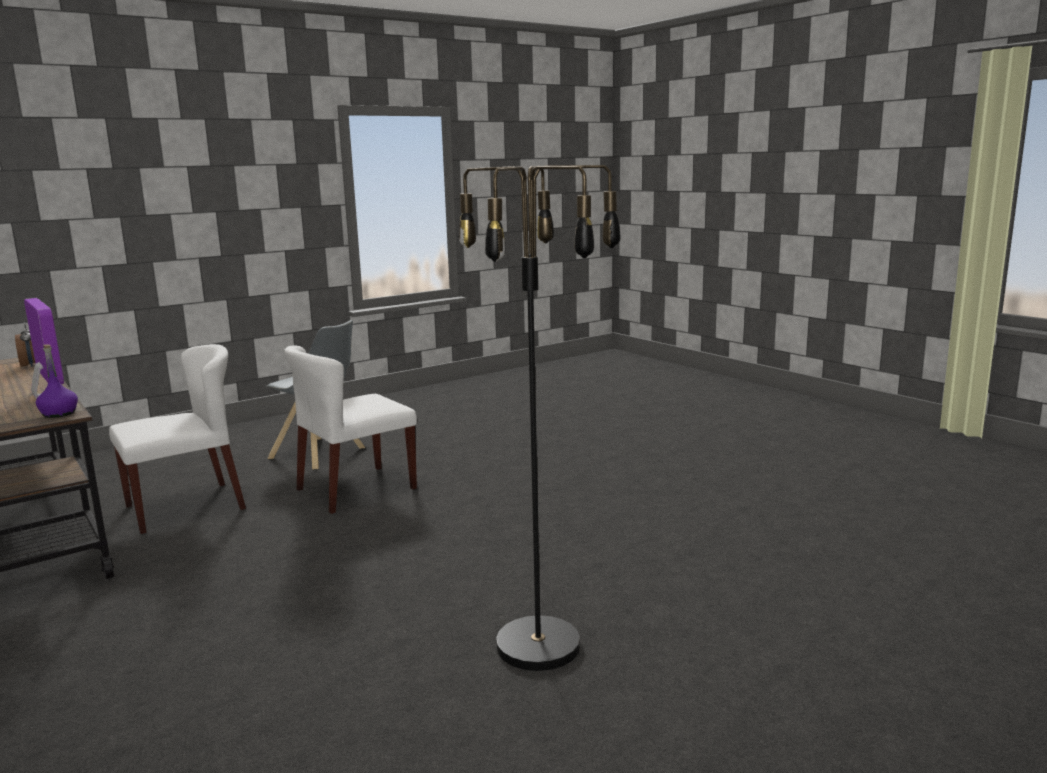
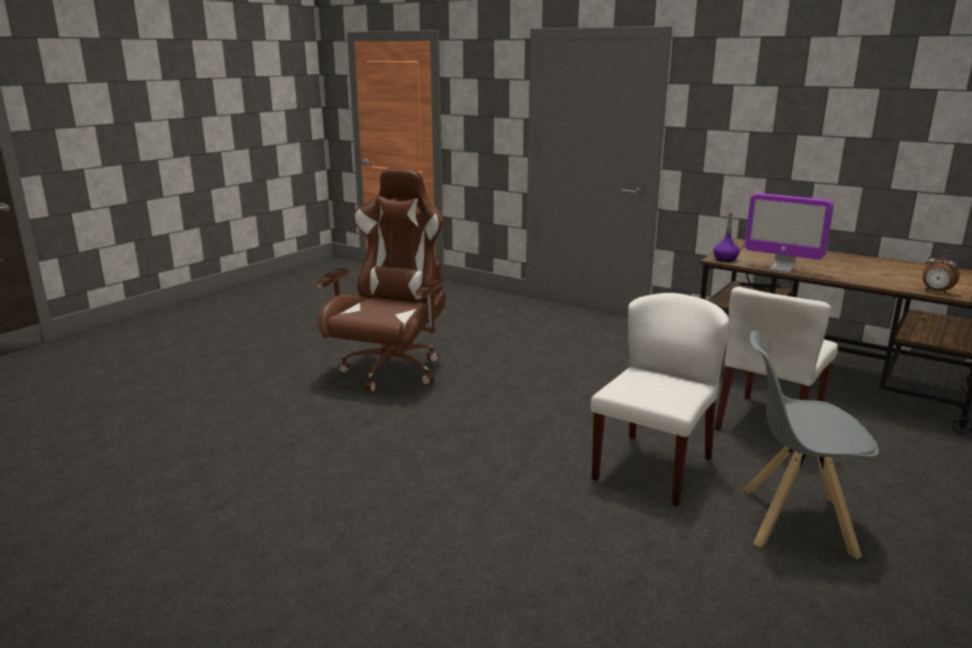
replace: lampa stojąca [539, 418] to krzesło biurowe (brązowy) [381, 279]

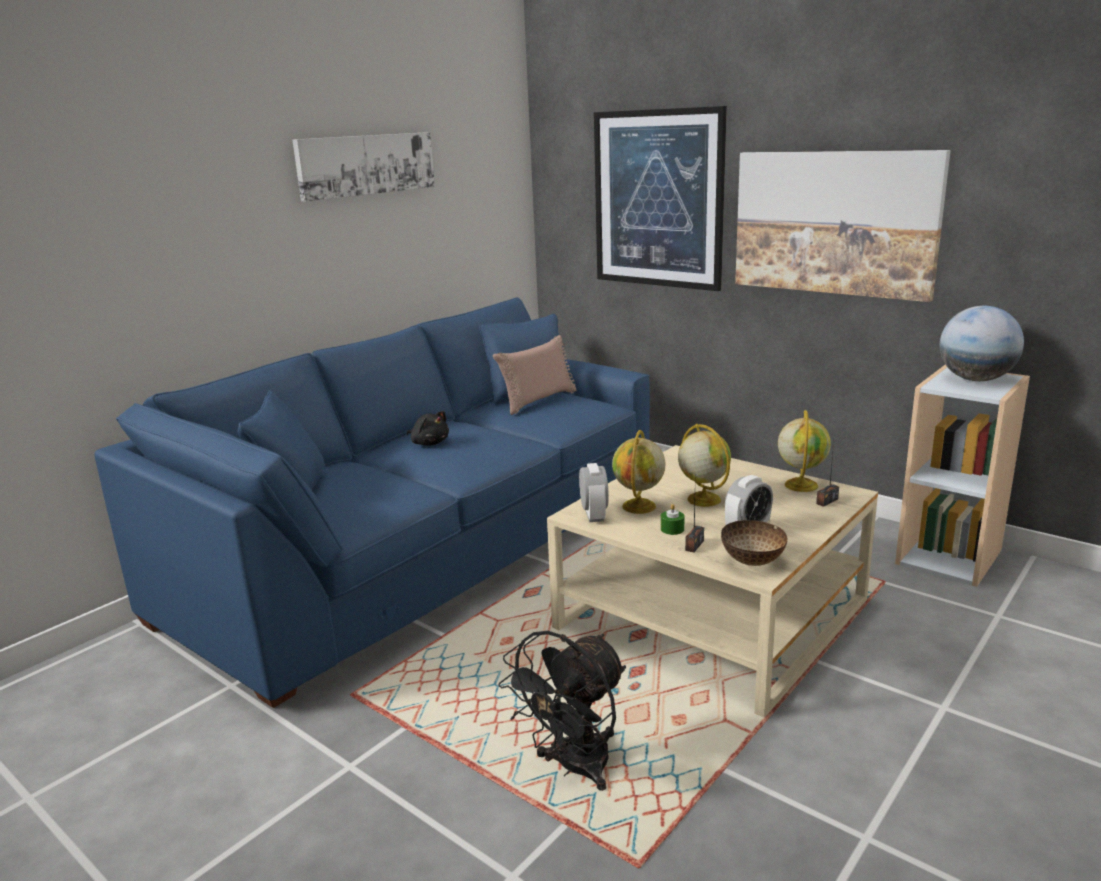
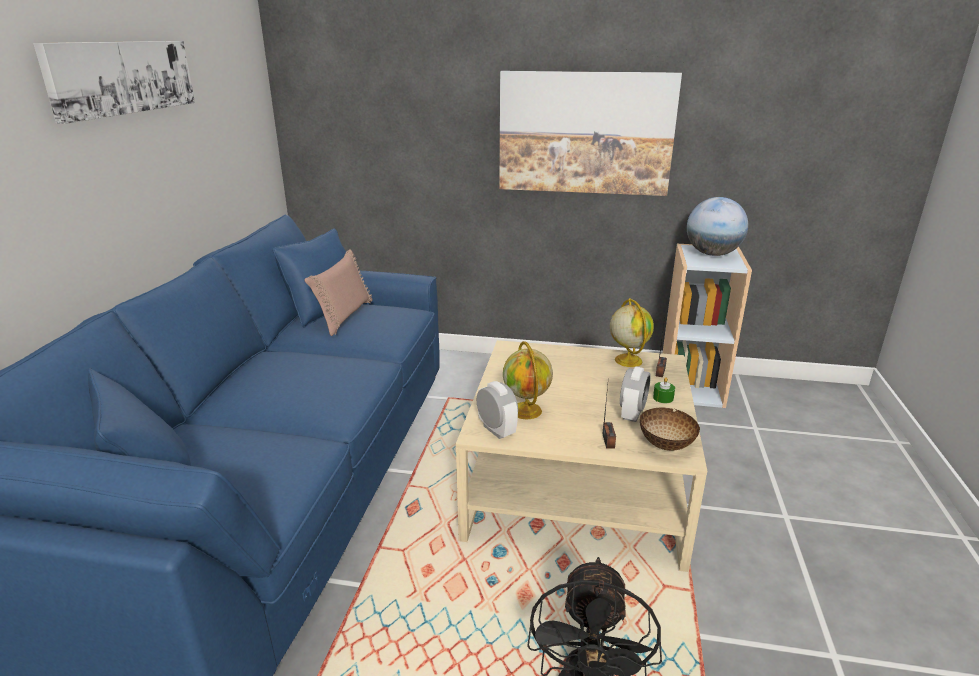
delete: pluszak (czarny) [428, 428]; obraz [660, 198]; globus [704, 465]
move: świeca (zielony) [672, 519] to [664, 390]

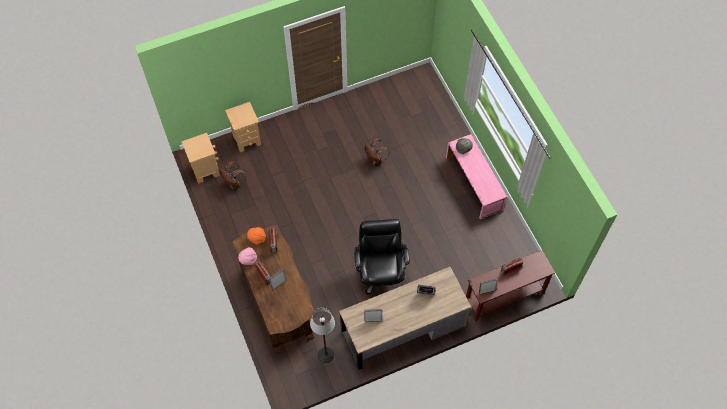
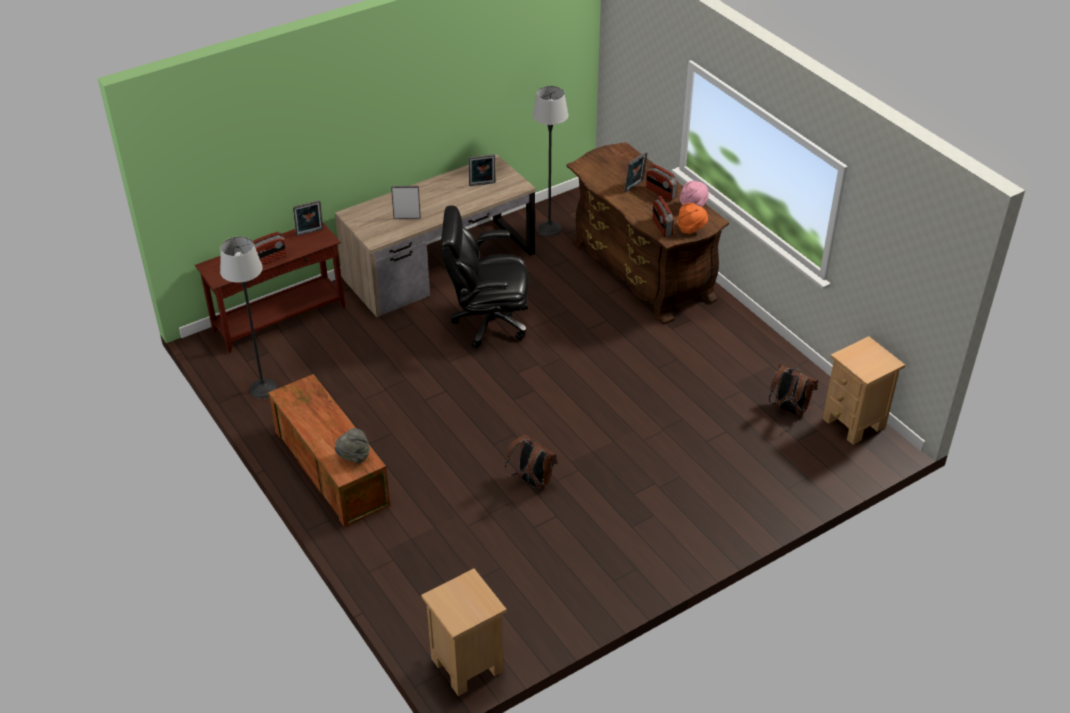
insert: lampa stojąca [248, 317]
move: szafka nocna (beżowy) [243, 127] to [464, 632]
recolor: ławka (różowy) [476, 176] to ławka (brązowy) [329, 450]
rotate: krzesło biurowe (czarny) [382, 256] = [485, 276] 105 degrees clockwise

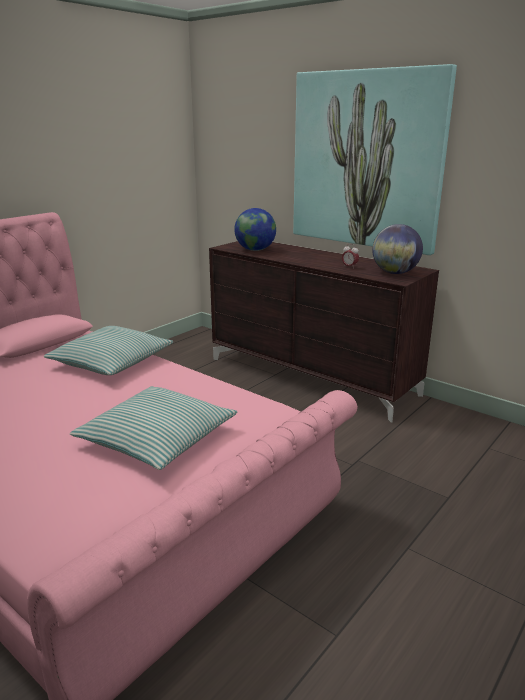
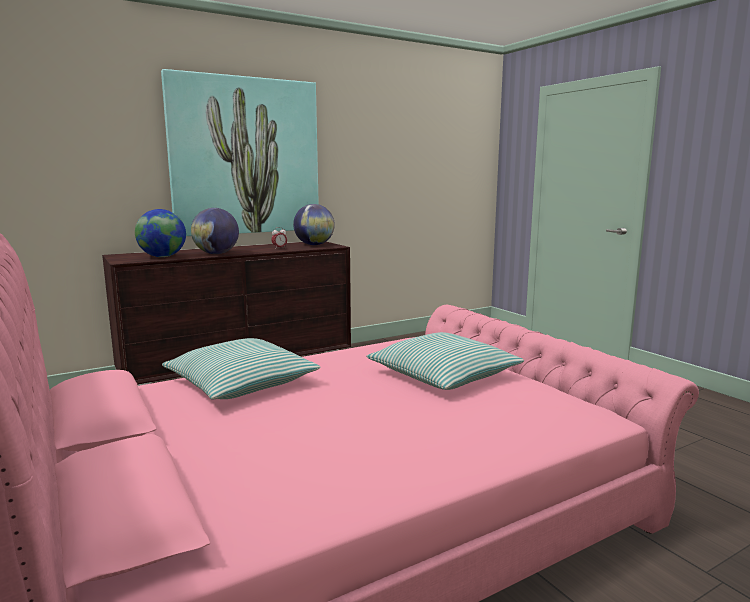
insert: globus [215, 231]

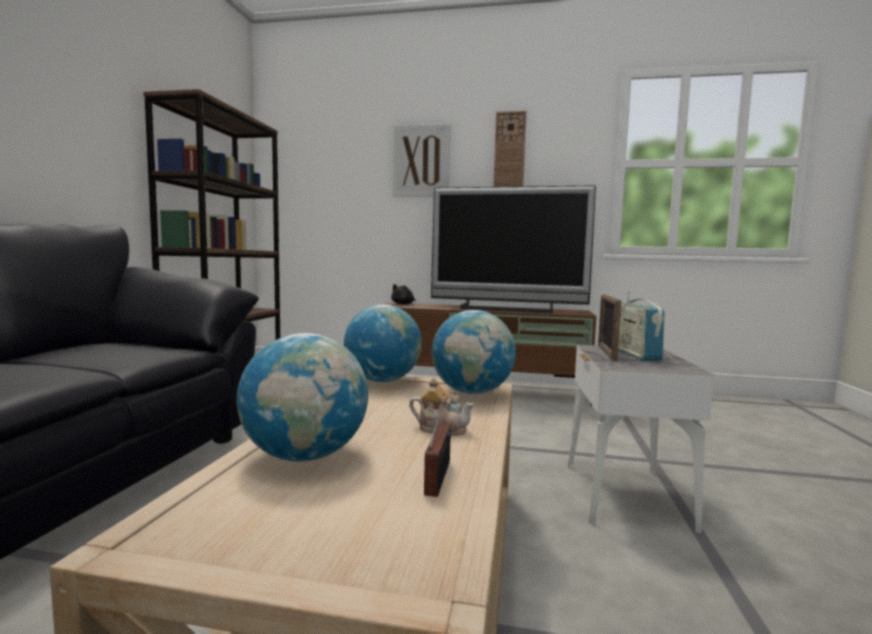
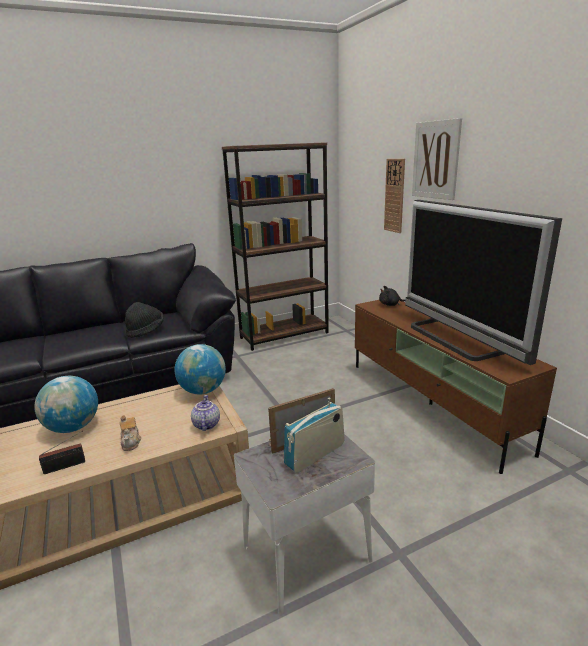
insert: kapelusz (czarny) [144, 320]
move: zegar ścienny [510, 149] to [394, 196]
replace: globus [474, 352] to imbryk [205, 413]

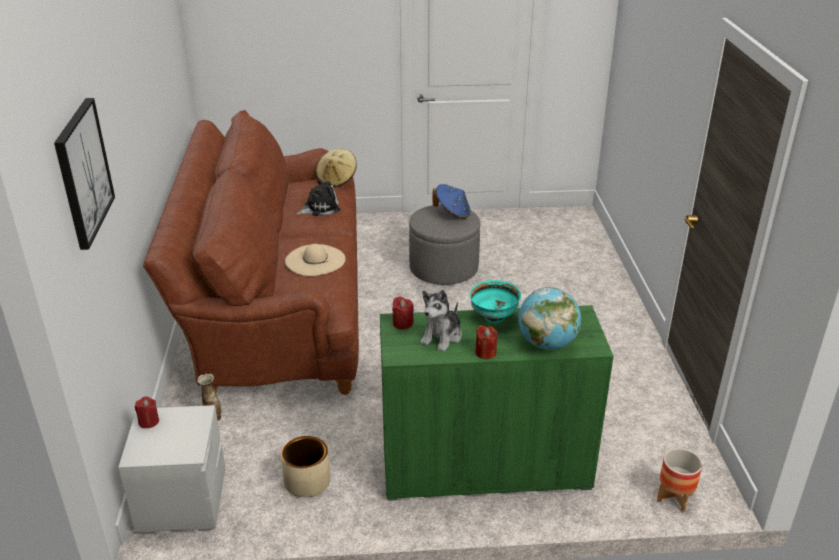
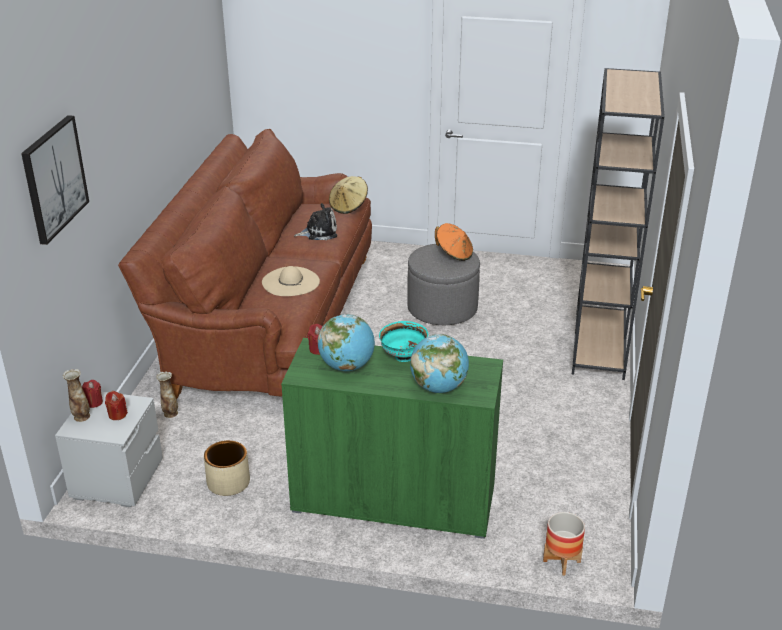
insert: wazon [76, 395]; regał [618, 224]
move: świeca (czerwony) [486, 342] to [116, 405]
replace: pluszak [441, 321] to globus [346, 342]
recolor: kapelusz (niebieski) [451, 201] to kapelusz (pomarańczowy) [454, 242]

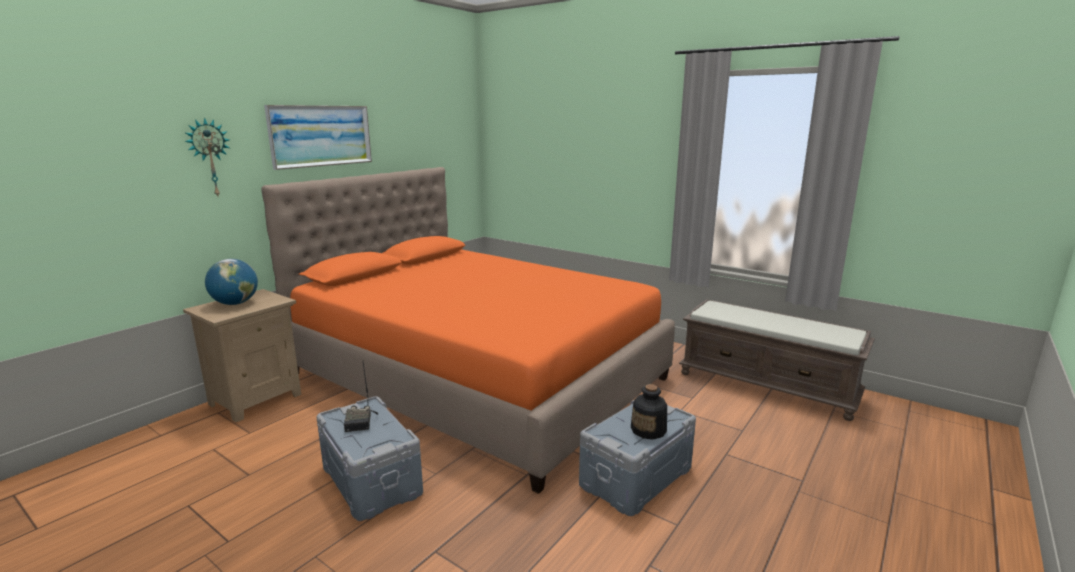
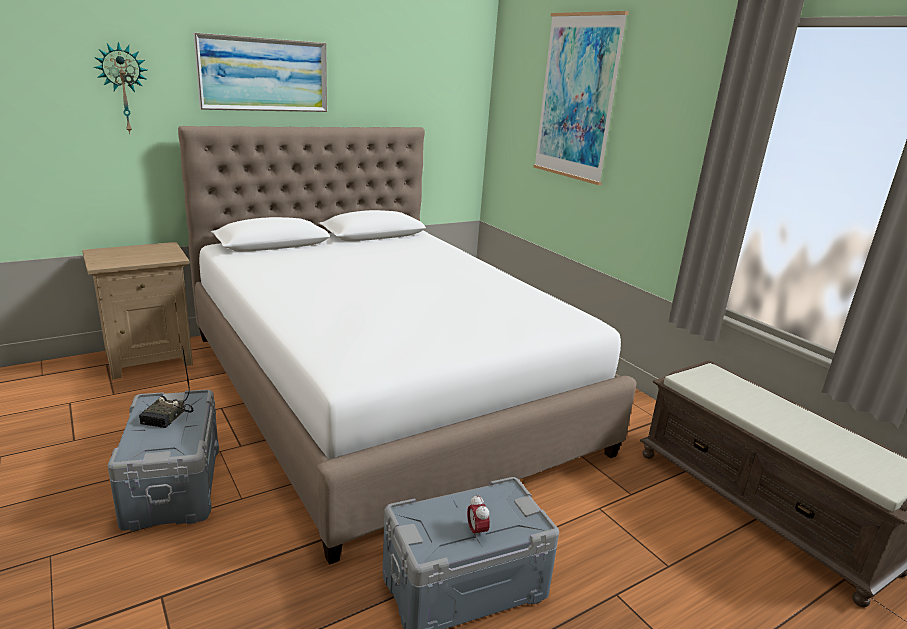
delete: globus [231, 282]
insert: obraz [581, 98]
replace: butelka [649, 412] to budzik [478, 517]
recolor: łóżko (pomarańczowy) [468, 330] to łóżko (biały) [407, 345]

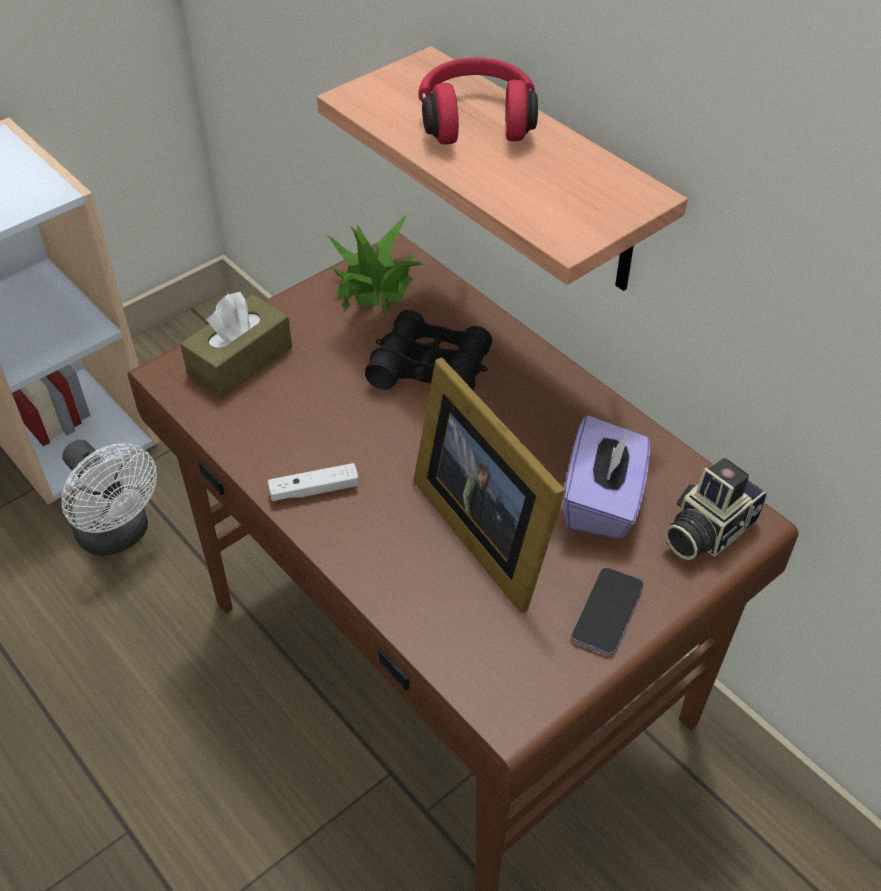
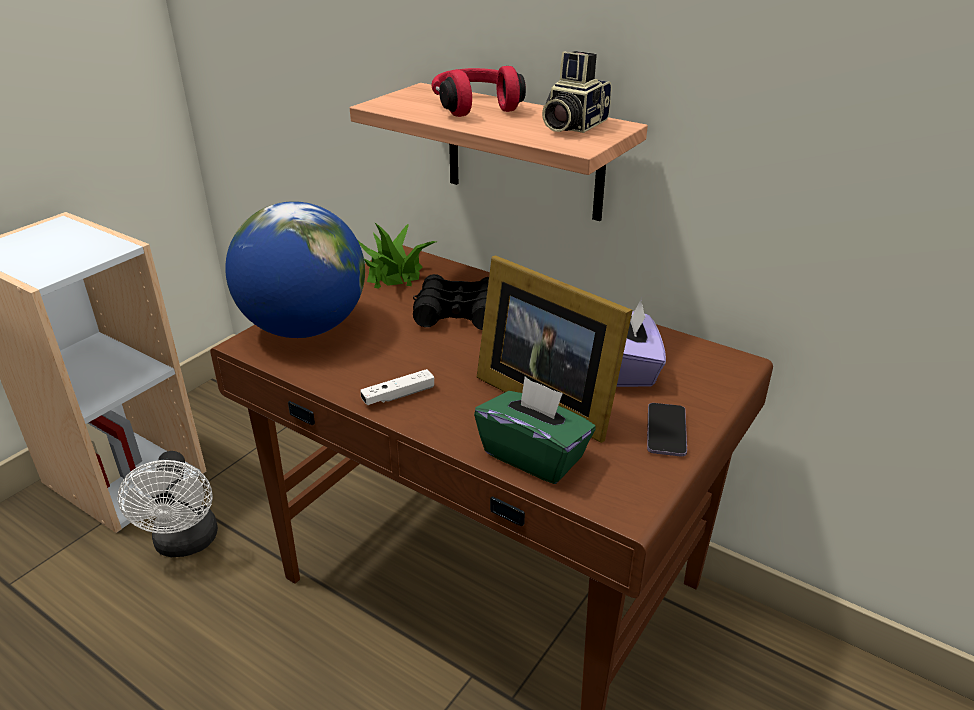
insert: pudełko chusteczek (zielony) [535, 430]
move: aparat fotograficzny [715, 509] to [577, 92]
replace: pudełko chusteczek (brązowy) [236, 344] to globus [295, 269]
rotate: wentylator (biały) [109, 498] = [168, 504] 45 degrees clockwise

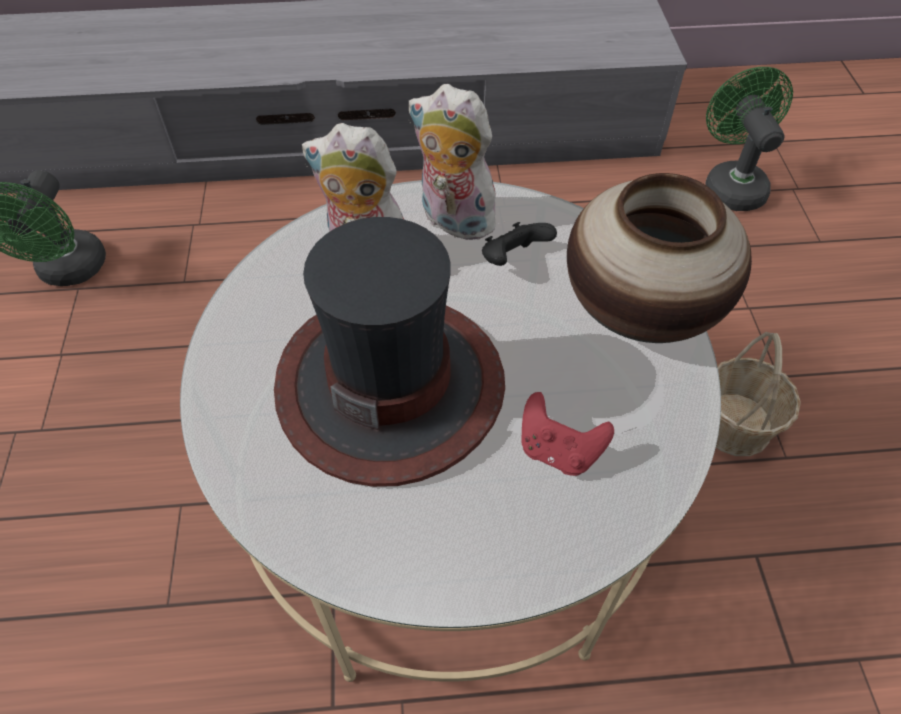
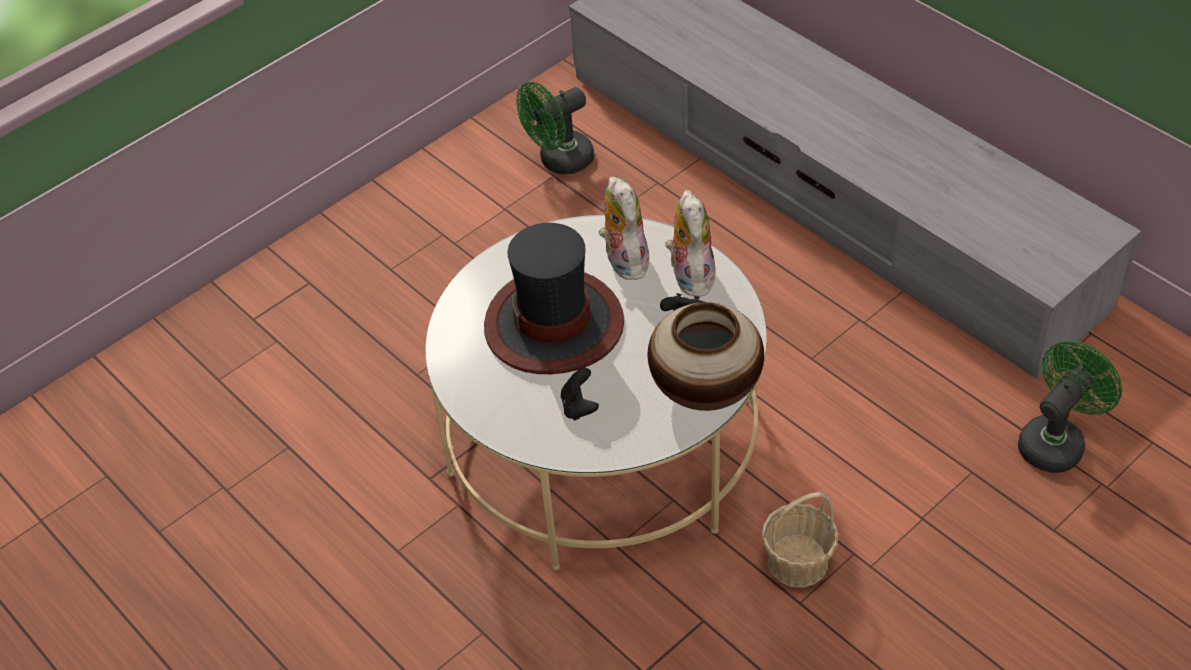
recolor: pad do gier (czerwony) [567, 434] to pad do gier (czarny) [580, 394]

